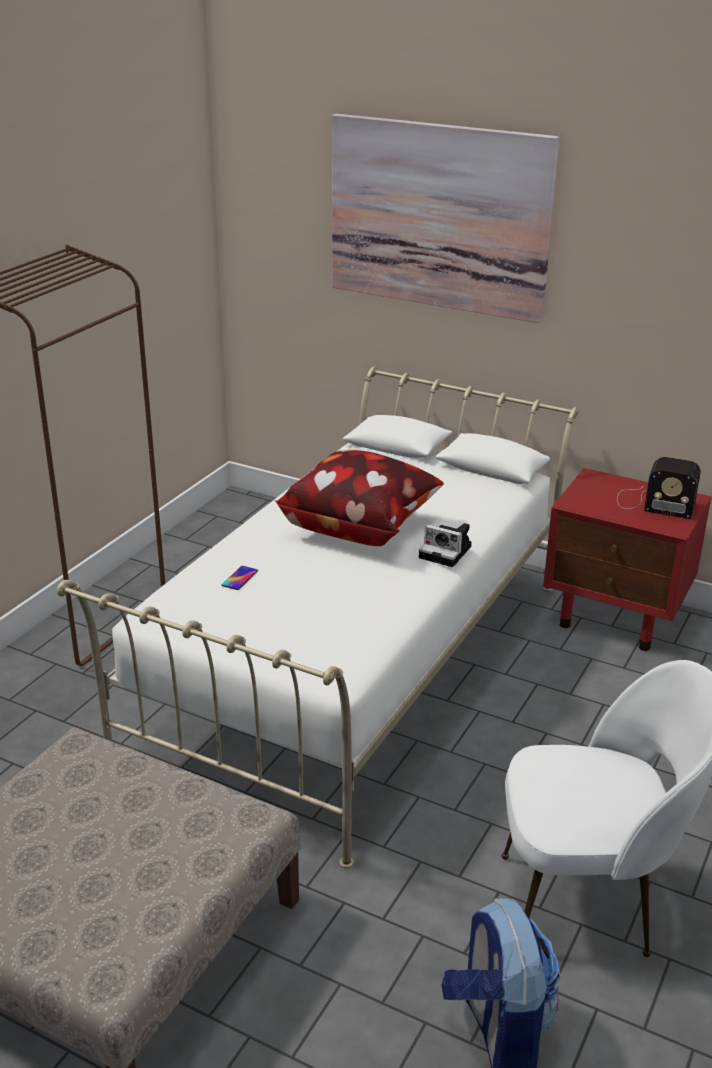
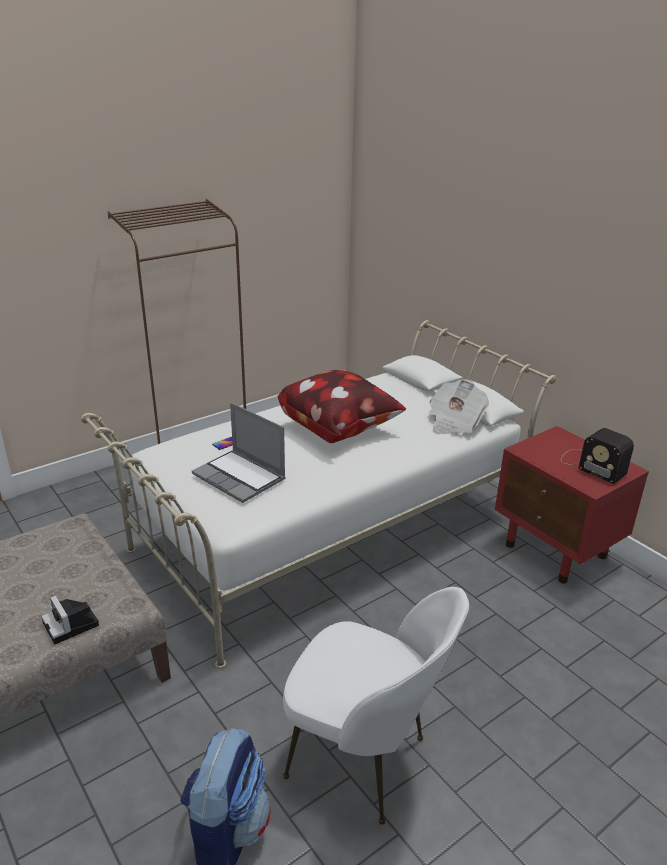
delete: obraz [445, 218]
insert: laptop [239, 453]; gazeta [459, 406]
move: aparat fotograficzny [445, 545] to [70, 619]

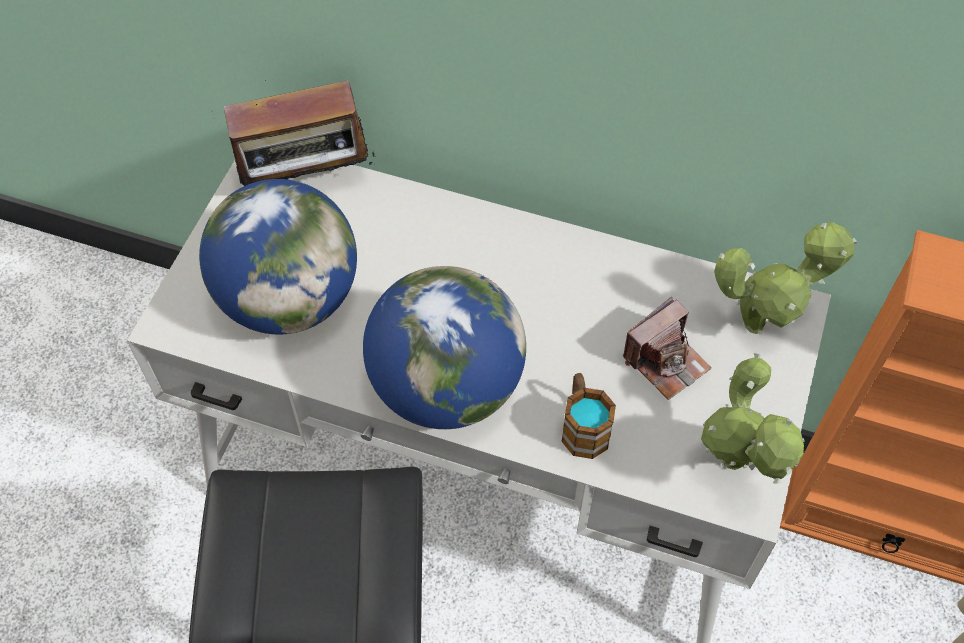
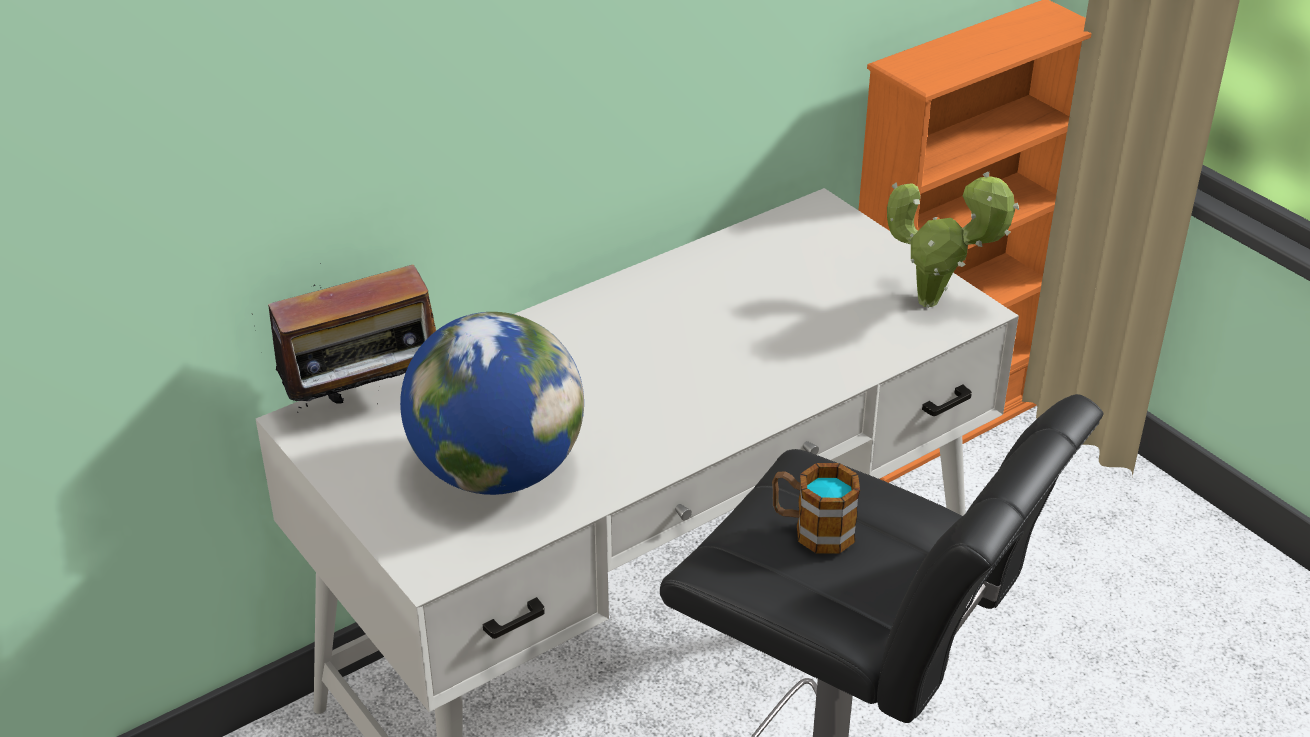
delete: globus [444, 347]; aparat fotograficzny [667, 348]; roślina doniczkowa [785, 278]
move: kubek [589, 416] to [816, 508]
rotate: radio [294, 133] = [345, 338] 45 degrees clockwise

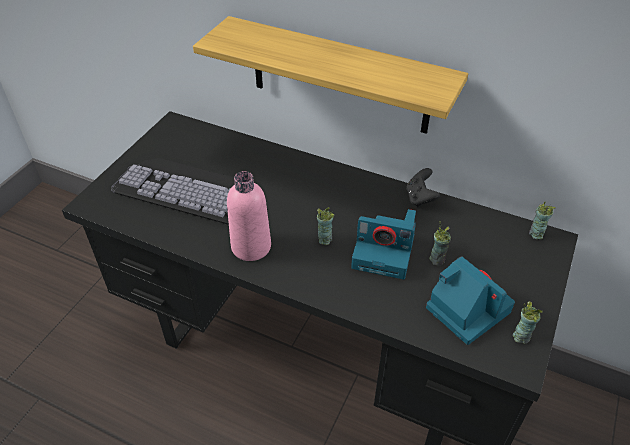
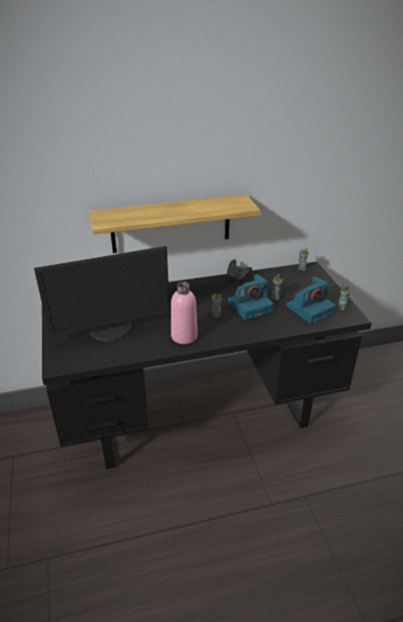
replace: klawiatura [173, 191] to monitor [102, 294]
rotate: aparat fotograficzny [470, 300] = [311, 300] 135 degrees clockwise

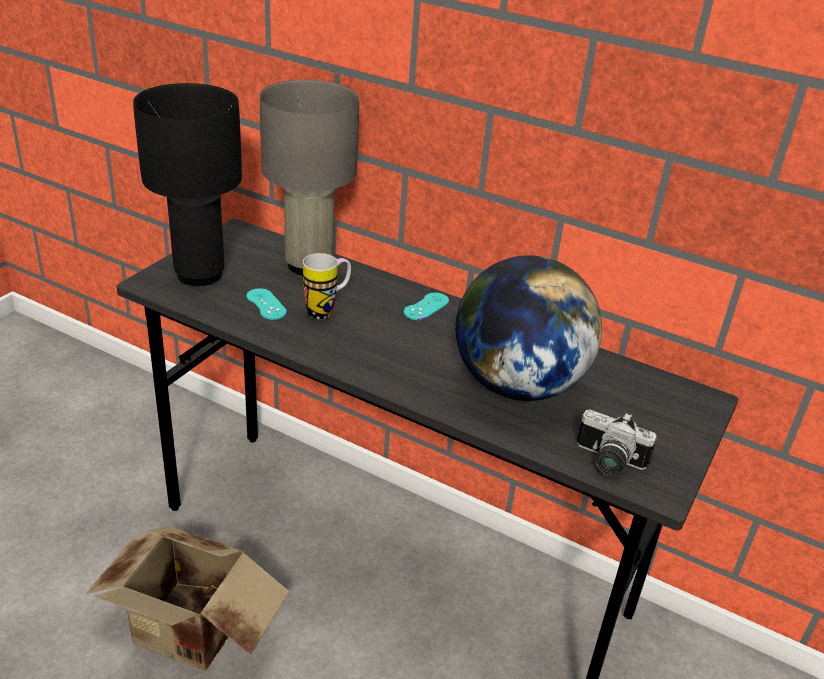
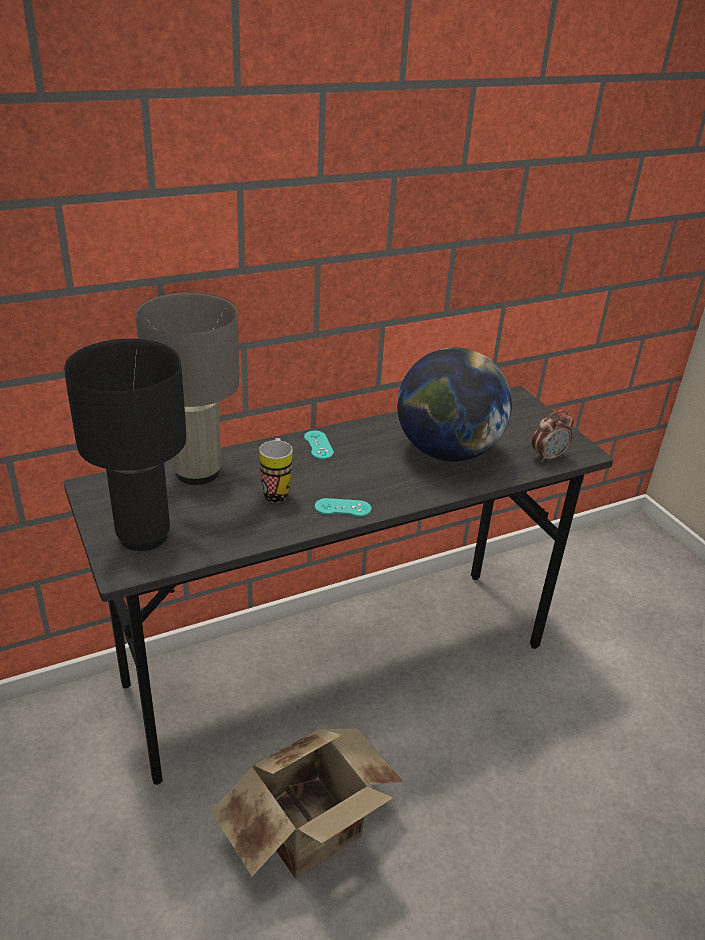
move: pad do gier (turkusowy) [267, 304] to [343, 507]
replace: aparat fotograficzny [617, 442] to budzik [553, 436]

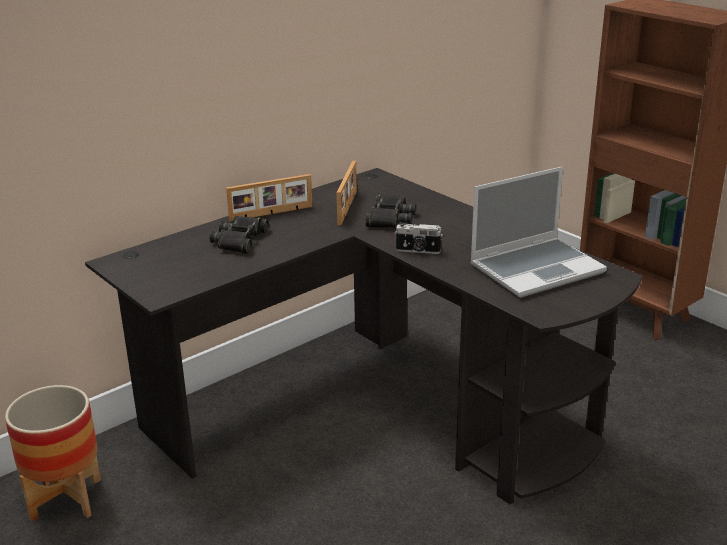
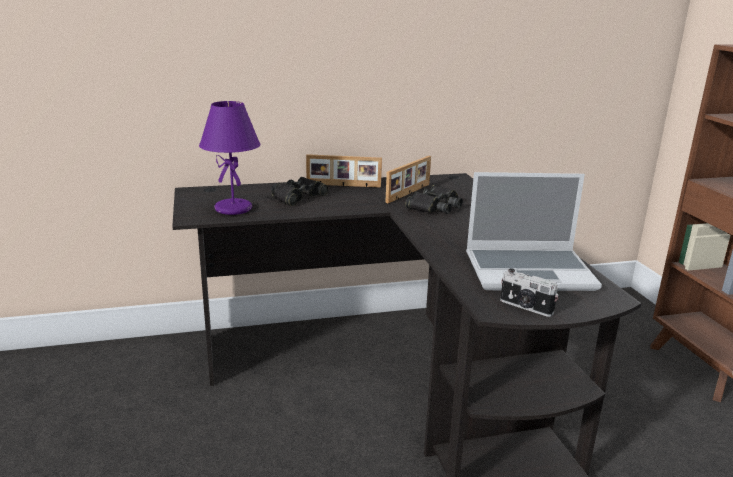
delete: donica [53, 453]
insert: lampa stołowa (fioletowy) [230, 158]
move: aparat fotograficzny [419, 238] to [529, 292]

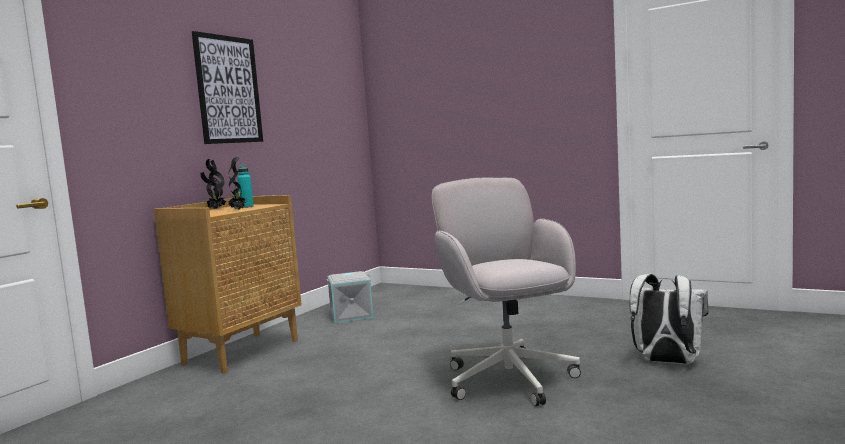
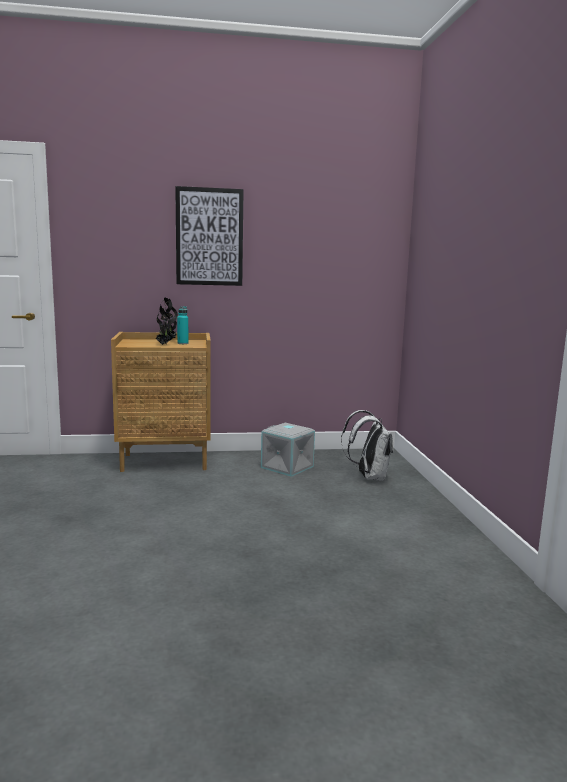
delete: krzesło biurowe (szary) [506, 292]
move: plecak (biały) [668, 319] to [367, 445]

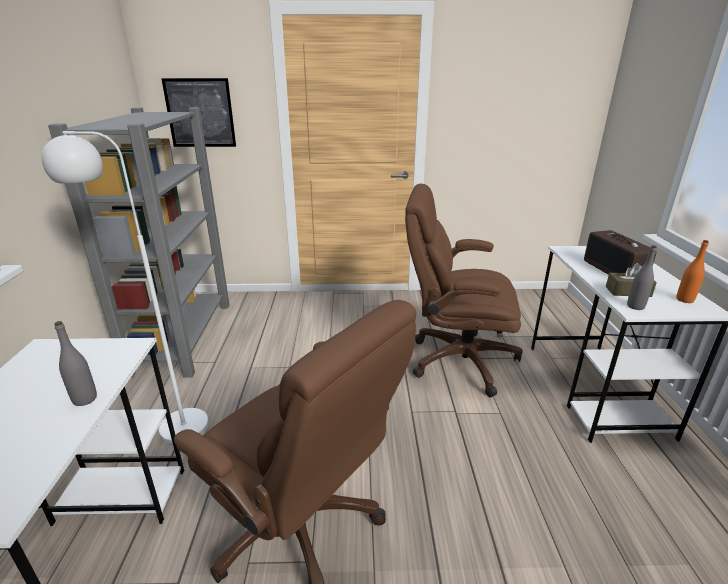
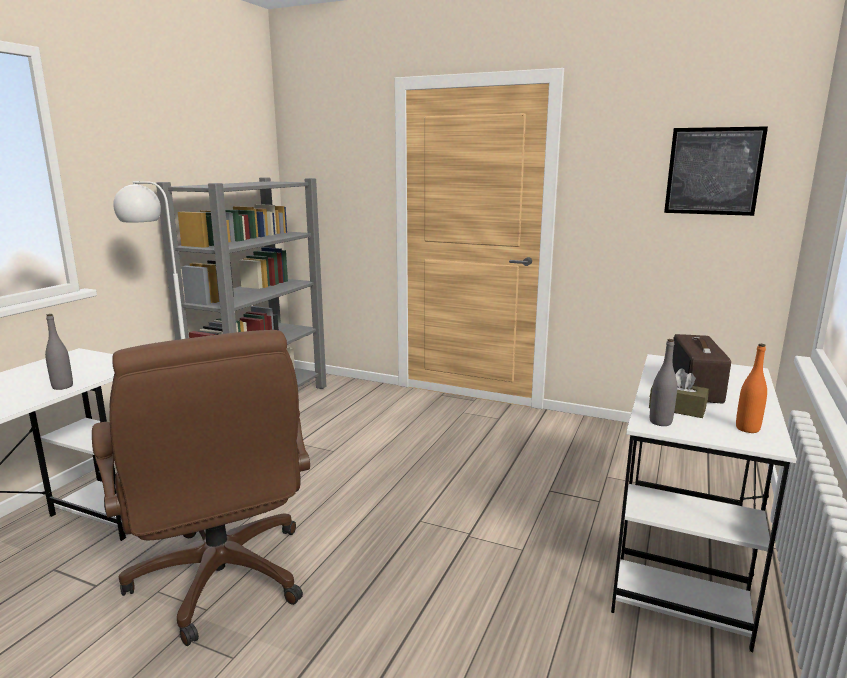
delete: krzesło biurowe (brązowy) [464, 291]
move: obraz [198, 112] to [716, 171]

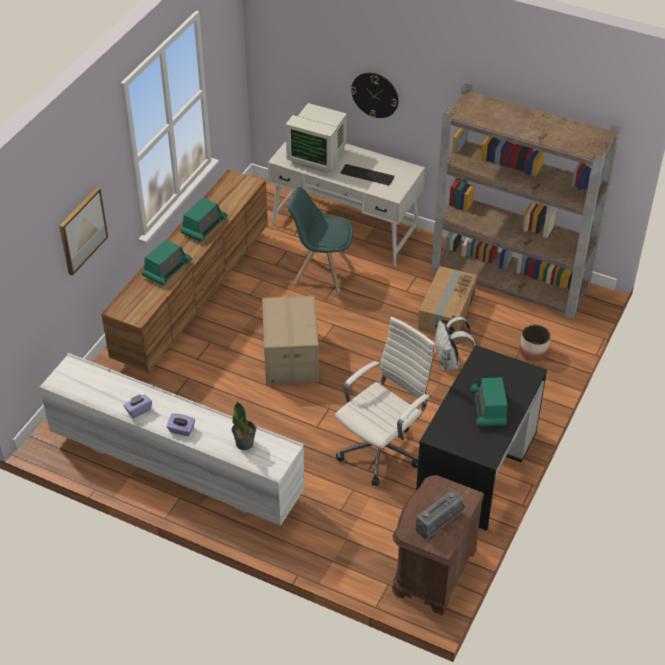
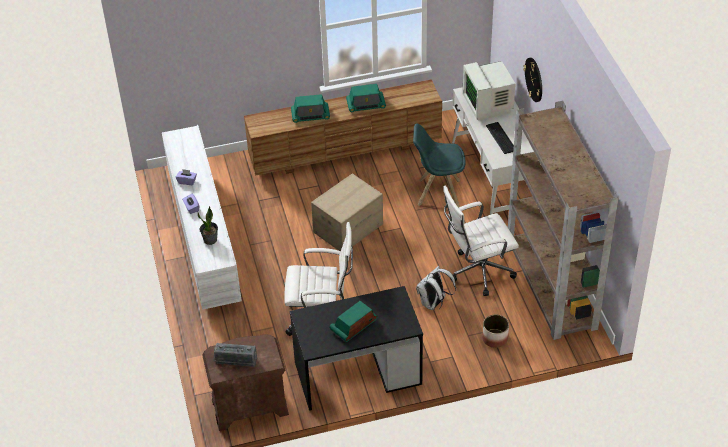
delete: obraz [83, 231]
replace: karton [447, 303] to krzesło biurowe (biały) [481, 240]
rotate: krzesło (turkusowy) [320, 240] = [439, 165] 60 degrees counterclockwise

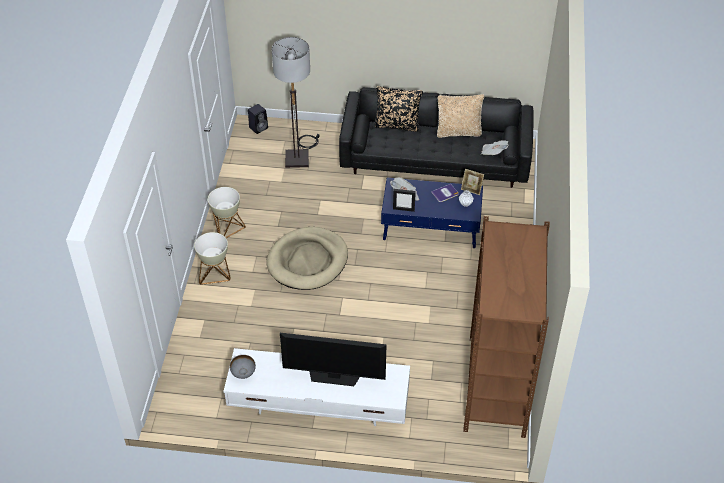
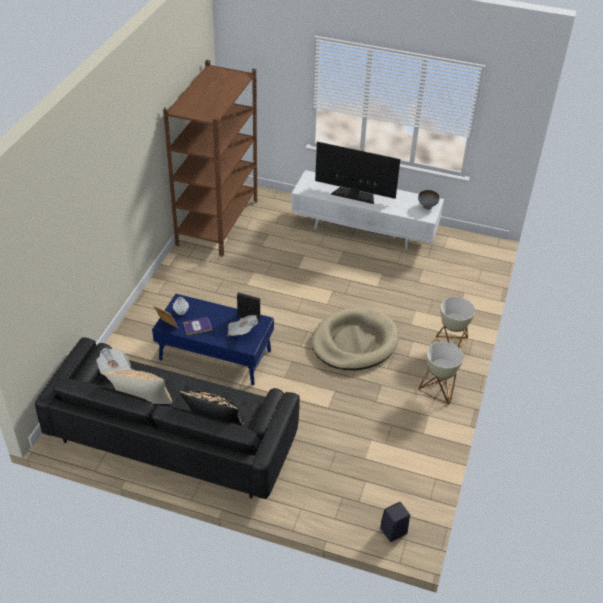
delete: lampa stojąca [296, 102]

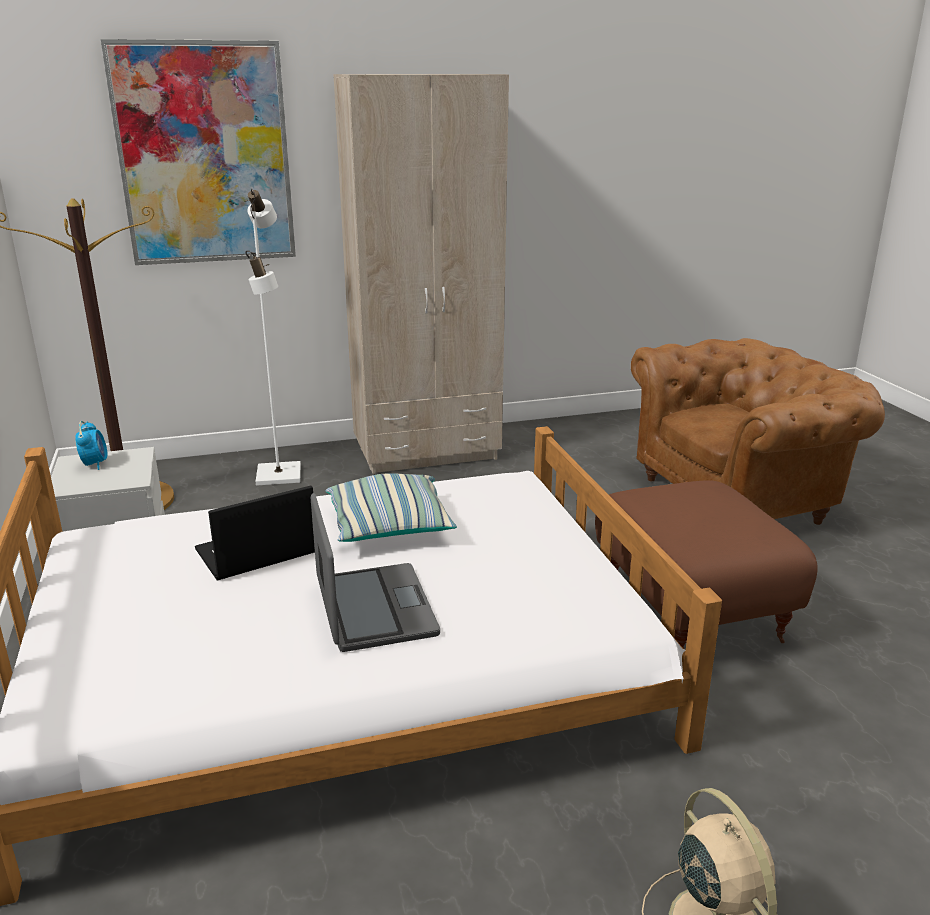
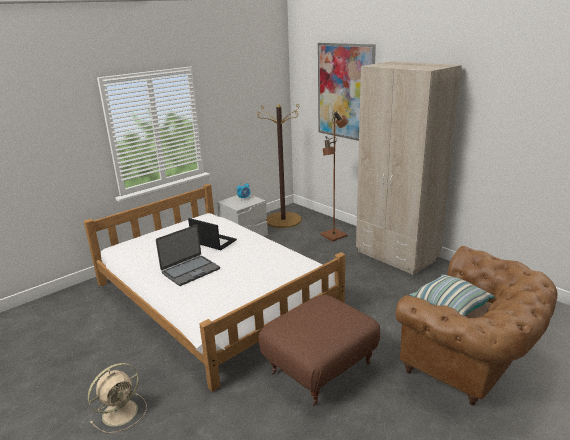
move: poduszka [391, 507] to [452, 295]
recolor: lampa stojąca (biały) [273, 337] to lampa stojąca (brązowy) [334, 176]

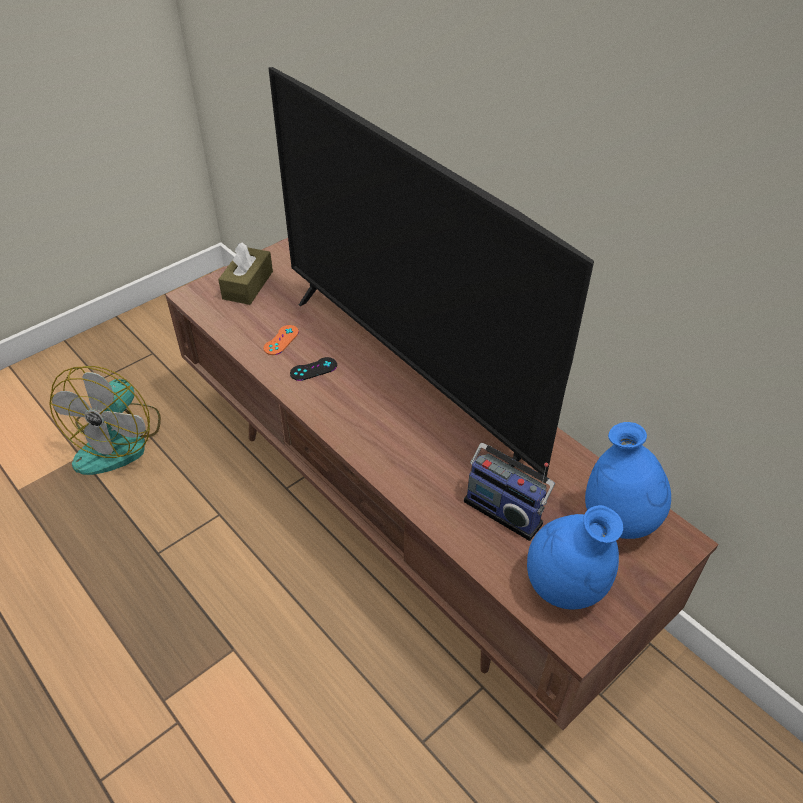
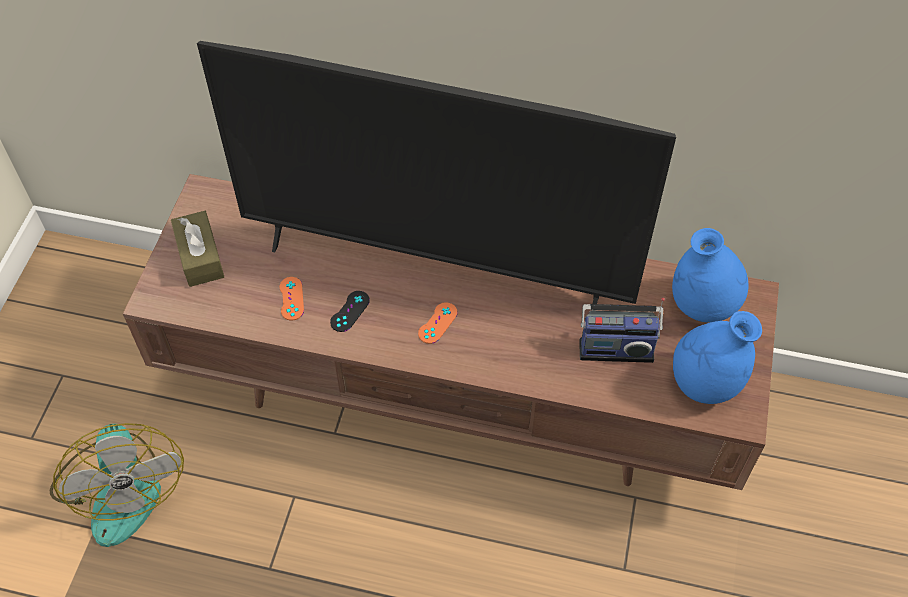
insert: pad do gier (pomarańczowy) [438, 323]

